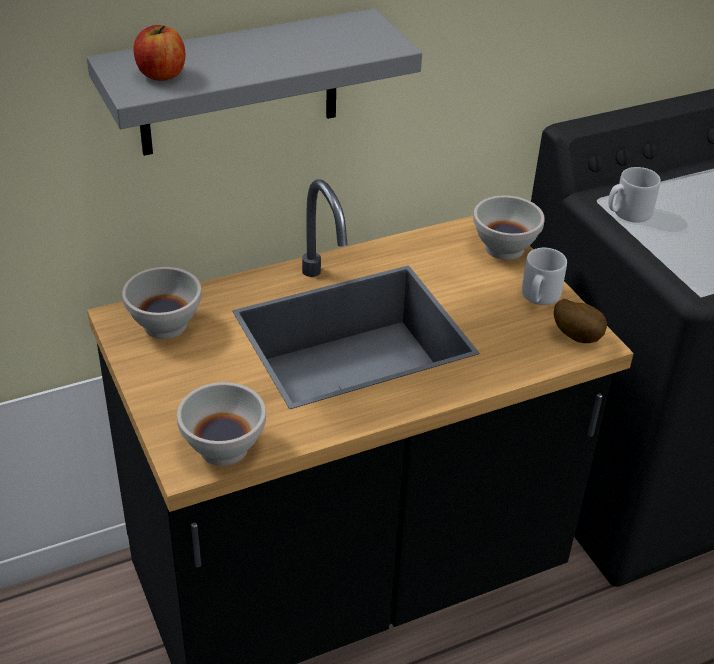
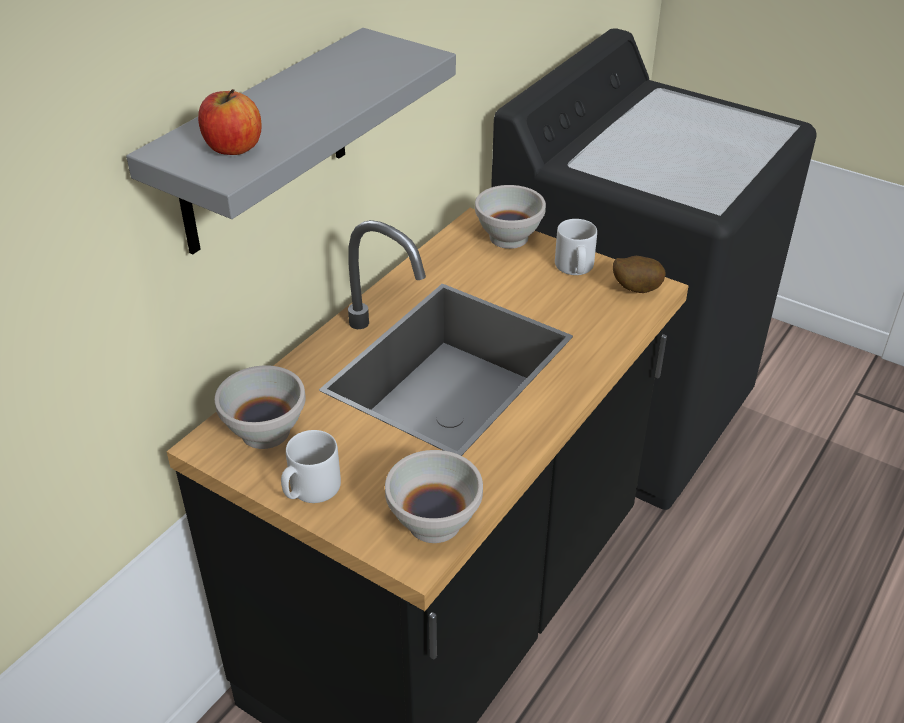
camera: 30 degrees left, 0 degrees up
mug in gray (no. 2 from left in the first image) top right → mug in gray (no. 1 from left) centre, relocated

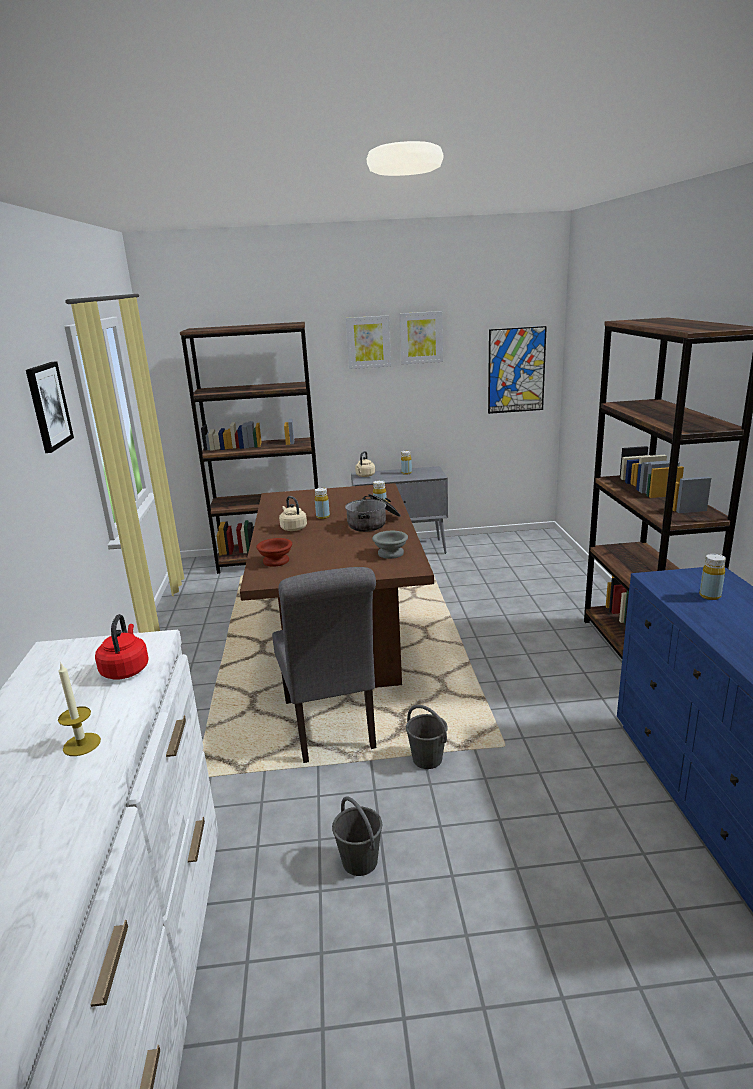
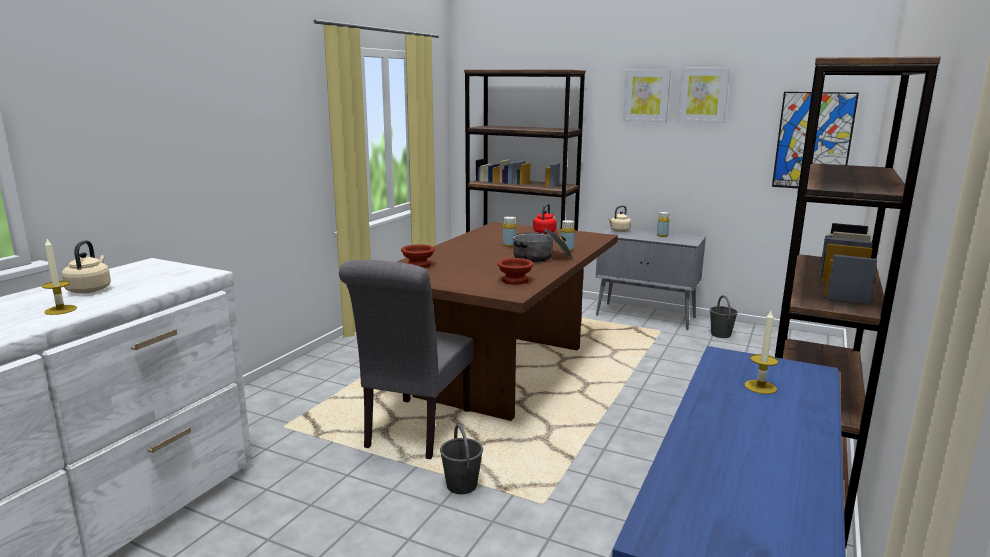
camera: 30 degrees right, 5 degrees down
wall picture (no. 1 from left) middle left → -
tea kettle in red middle left → tea kettle in red centre, relocated
tea kettle in beige-coloured (no. 1 from left) centre → tea kettle in beige-coloured (no. 1 from left) middle left, relocated
water bucket in gray (no. 1 from left in the first image) bottom centre → water bucket in gray (no. 2 from left) middle right, relocated
bowl in gray centre → bowl in brownish (no. 2 from left) centre
bottle in yellow (no. 4 from left) middle right → candle (no. 2 from left) middle right

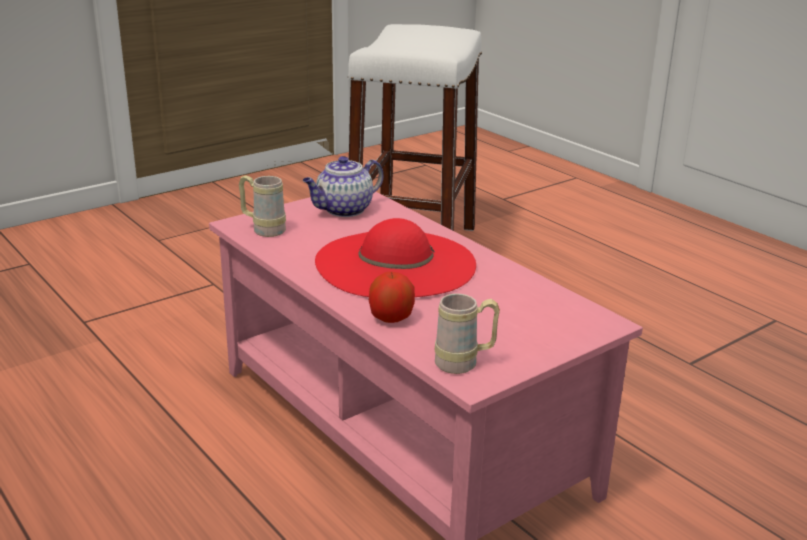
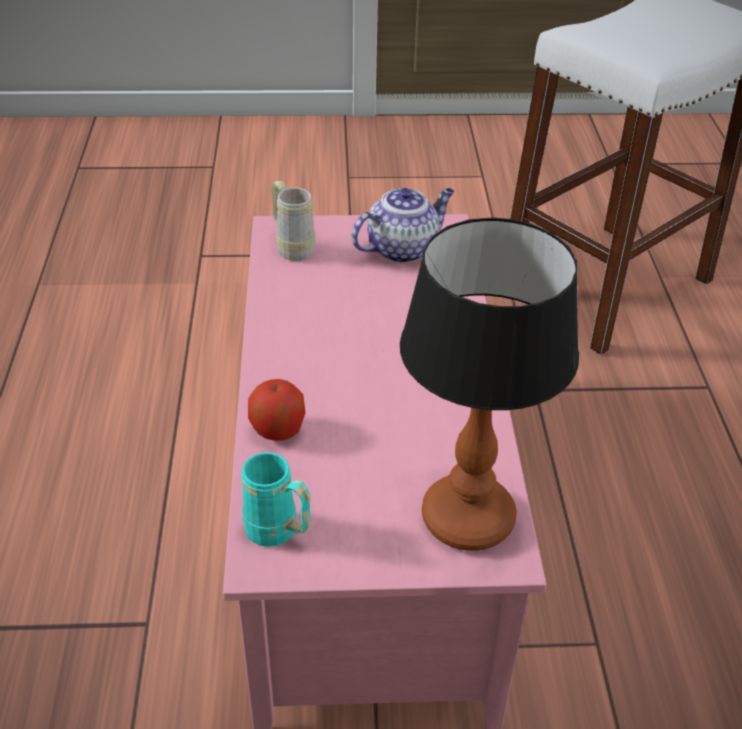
camera: 35 degrees right, 15 degrees up
teapot centre → teapot top centre, 150 degrees clockwise
wearable hat in red centre → -
mug in beige-coloured (no. 2 from left) centre → mug in turquoise-coloured bottom centre
- → lamp for a table centre

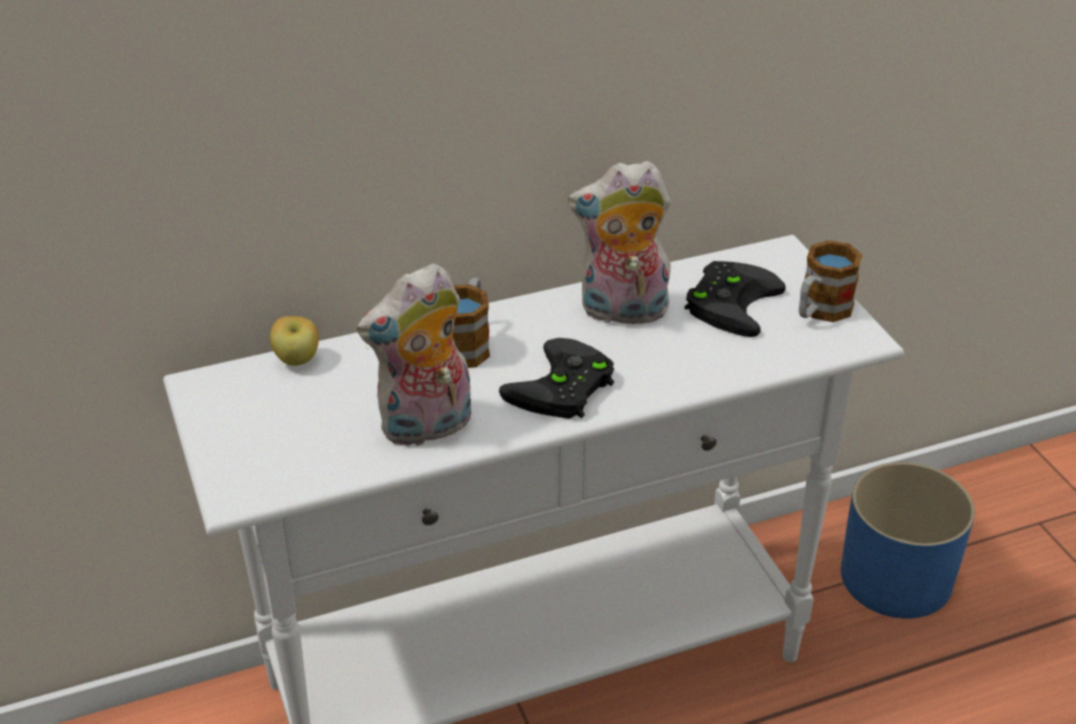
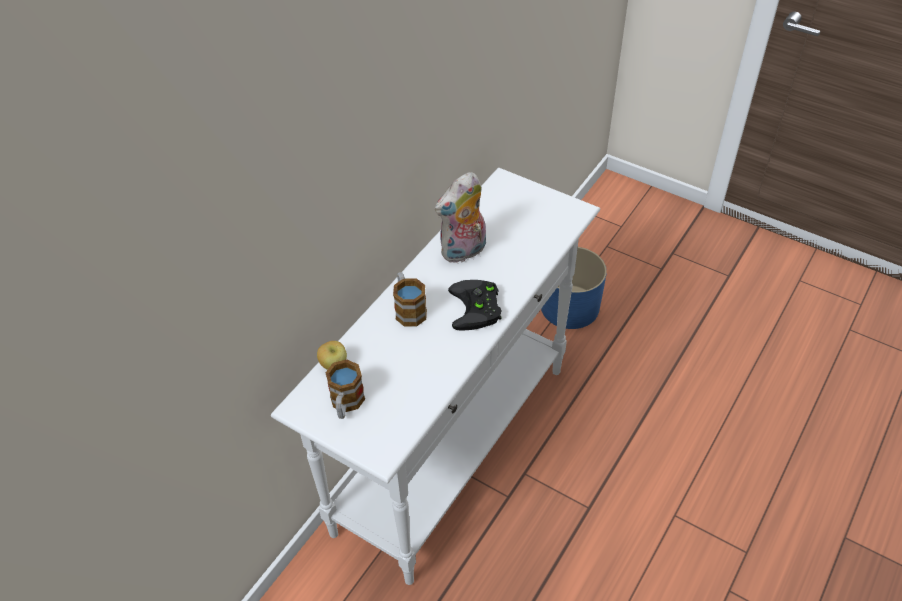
camera: 35 degrees left, 10 degrees up
cuddly toy (no. 1 from left) centre → -
game controller in black-coloured (no. 2 from left) middle right → -
mug (no. 2 from left in the first image) middle right → mug (no. 1 from left) centre, relocated

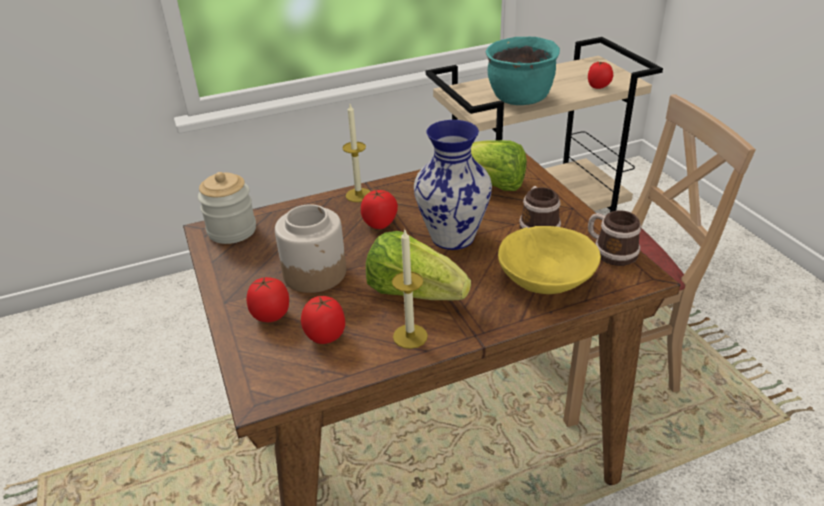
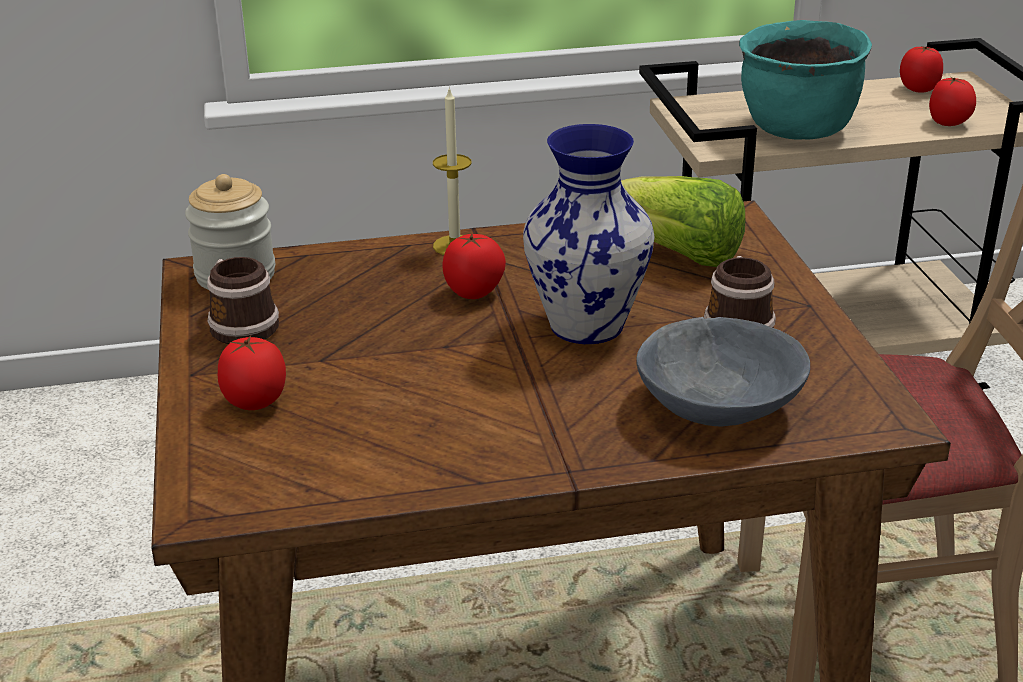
camera: 10 degrees right, 5 degrees down
preserve jar (no. 2 from left) centre → -
fresh tomato (no. 2 from left in the first image) centre → fresh tomato (no. 3 from left) top right, relocated
head of lettuce (no. 1 from left) centre → -
candle (no. 2 from left) centre → -
bowl in yellow centre → bowl in gray middle right
mug (no. 2 from left in the first image) middle right → mug (no. 1 from left) middle left, relocated

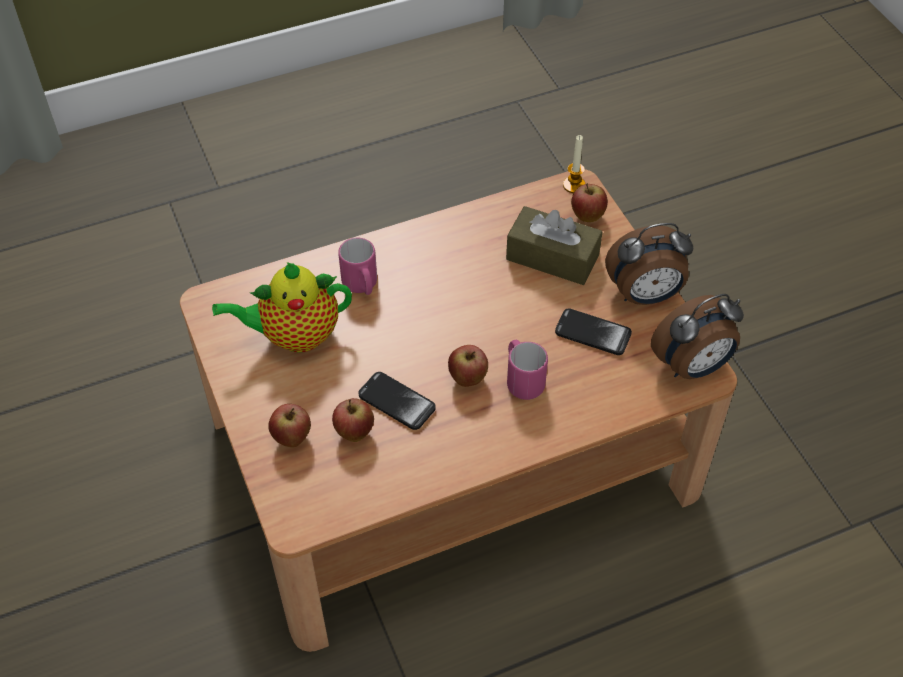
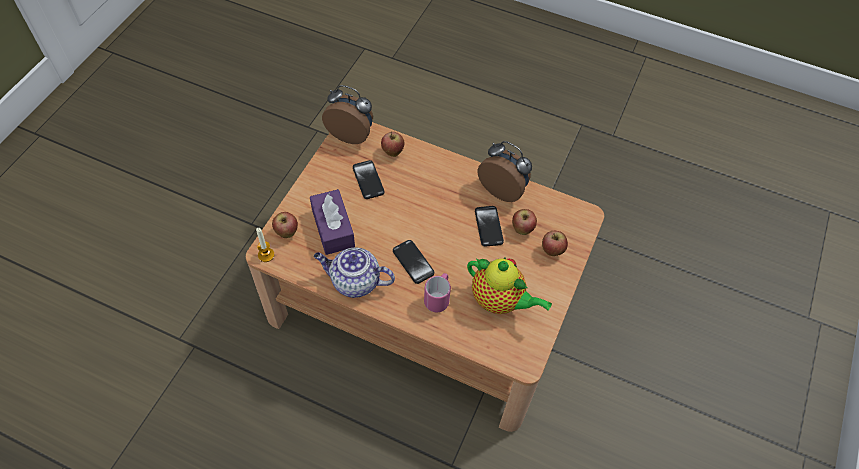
camera: 135 degrees left, 5 degrees up
apple fruit (no. 3 from left in the first image) centre → apple fruit (no. 2 from left) top centre, relocated
tissue holder in brownish centre → tissue holder in purple centre
mug in pink (no. 2 from left) centre → -
table clock (no. 1 from left in the first image) middle right → table clock (no. 2 from left) centre, relocated
- → teapot (no. 1 from left) centre
- → phone (no. 2 from left) centre

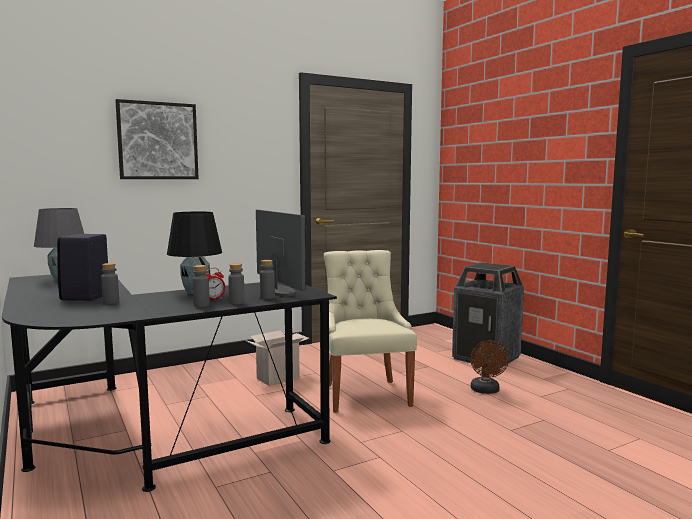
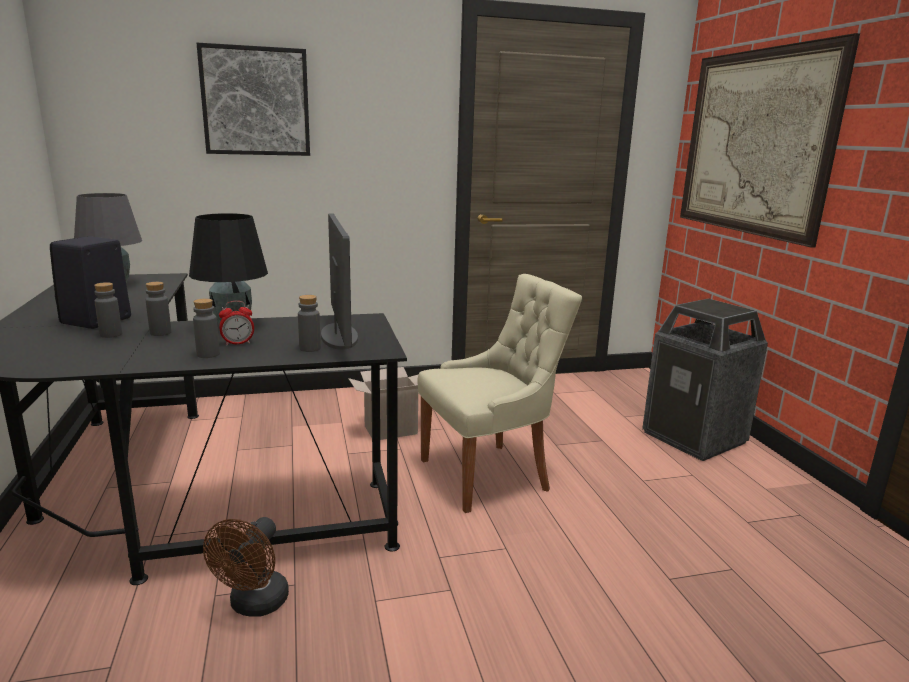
camera: 15 degrees right, 10 degrees up
bottle in gray (no. 3 from left in the first image) centre → bottle in gray (no. 2 from left) middle left, relocated
upright chair in beige-coloured centre, 60 degrees clockwise
fan in brownish bottom right → fan in brownish bottom left, relocated
- → wall picture (no. 2 from left) top right

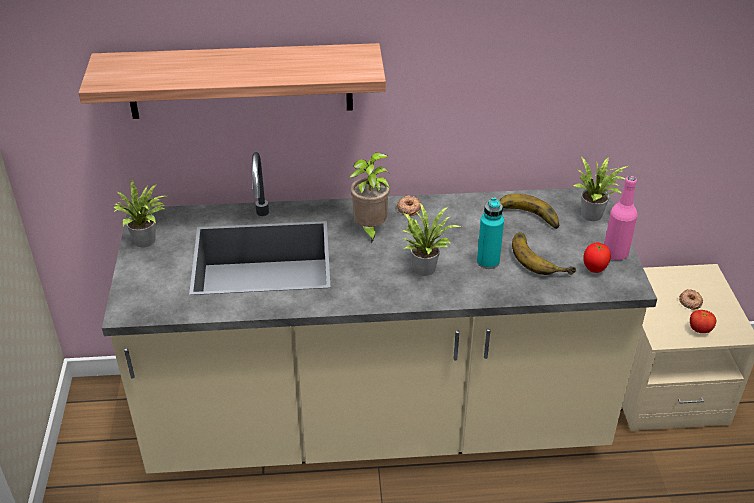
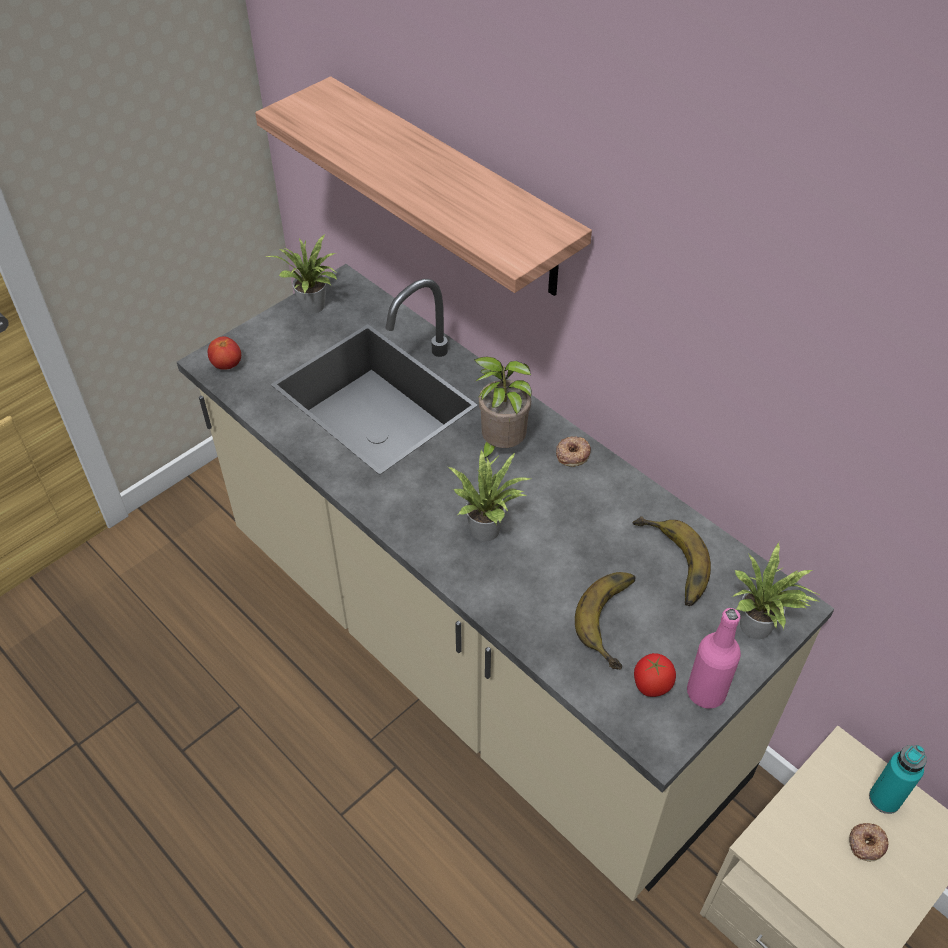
camera: 50 degrees right, 10 degrees up
bottle in turquoise-coloured centre → bottle in turquoise-coloured bottom right, relocated
fresh tomato (no. 2 from left in the first image) middle right → fresh tomato (no. 1 from left) middle left, relocated

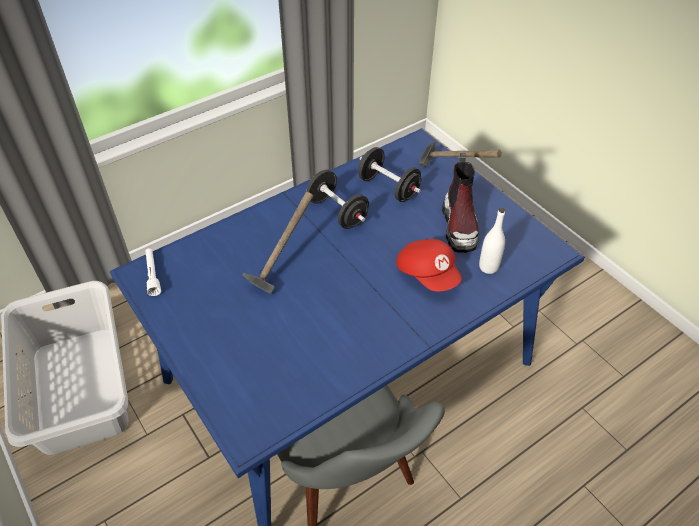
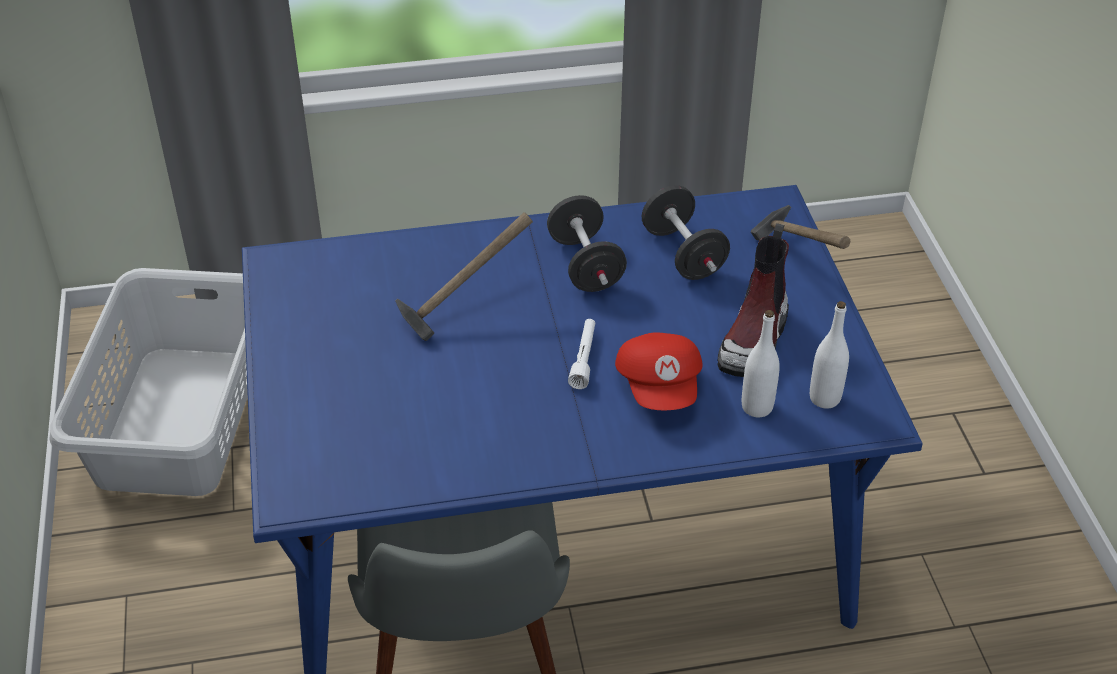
camera: 25 degrees right, 5 degrees down
hand torch in white-coloured middle left → hand torch in white-coloured centre, relocated
- → bottle in white-coloured (no. 2 from left) middle right

